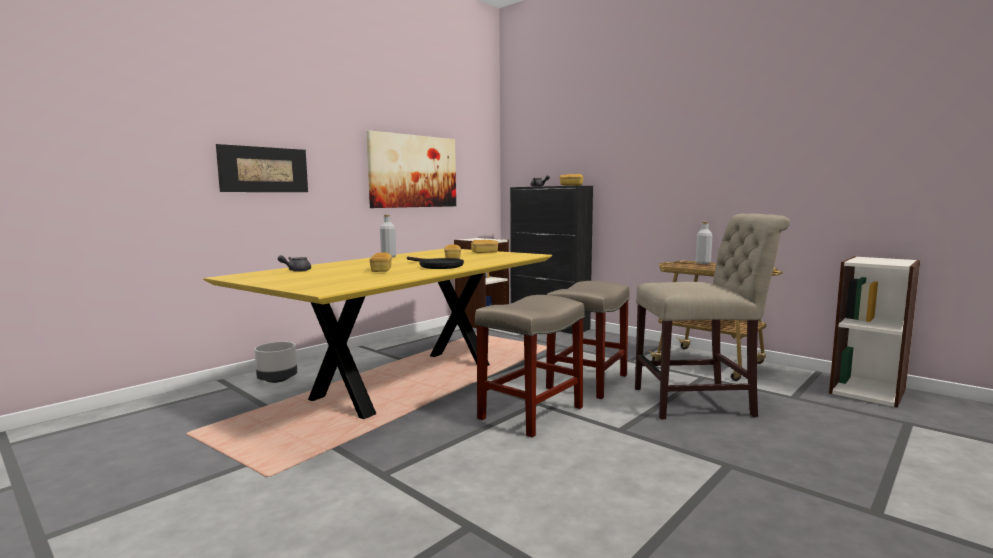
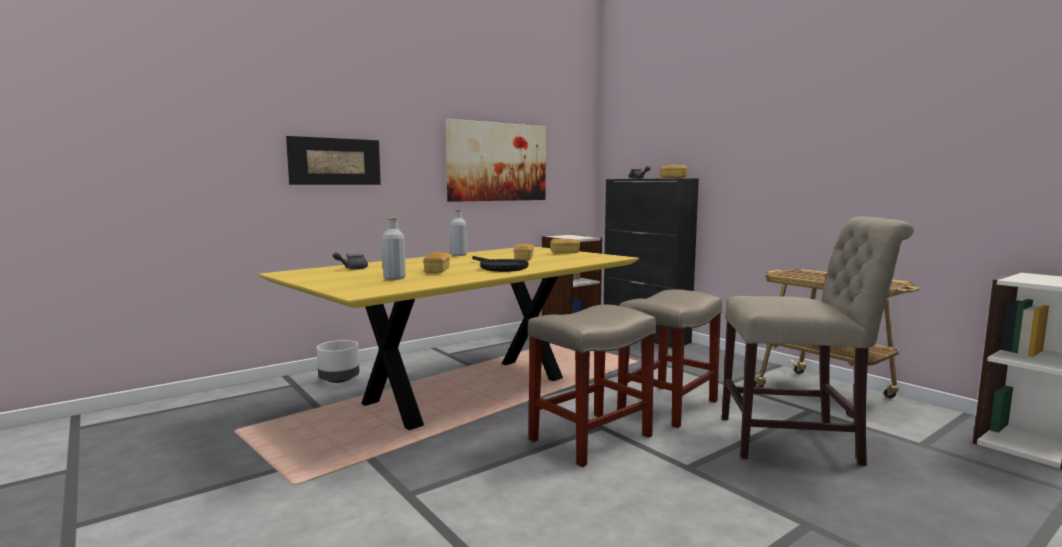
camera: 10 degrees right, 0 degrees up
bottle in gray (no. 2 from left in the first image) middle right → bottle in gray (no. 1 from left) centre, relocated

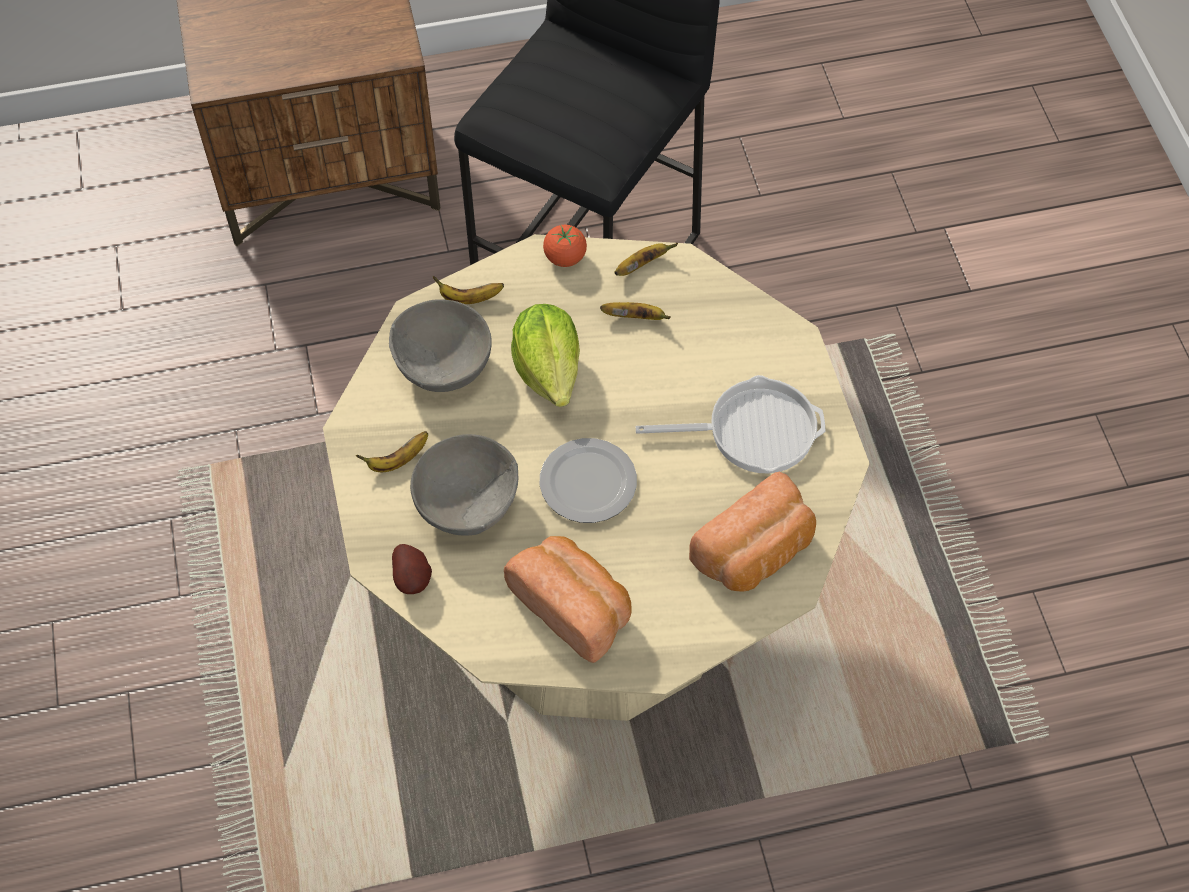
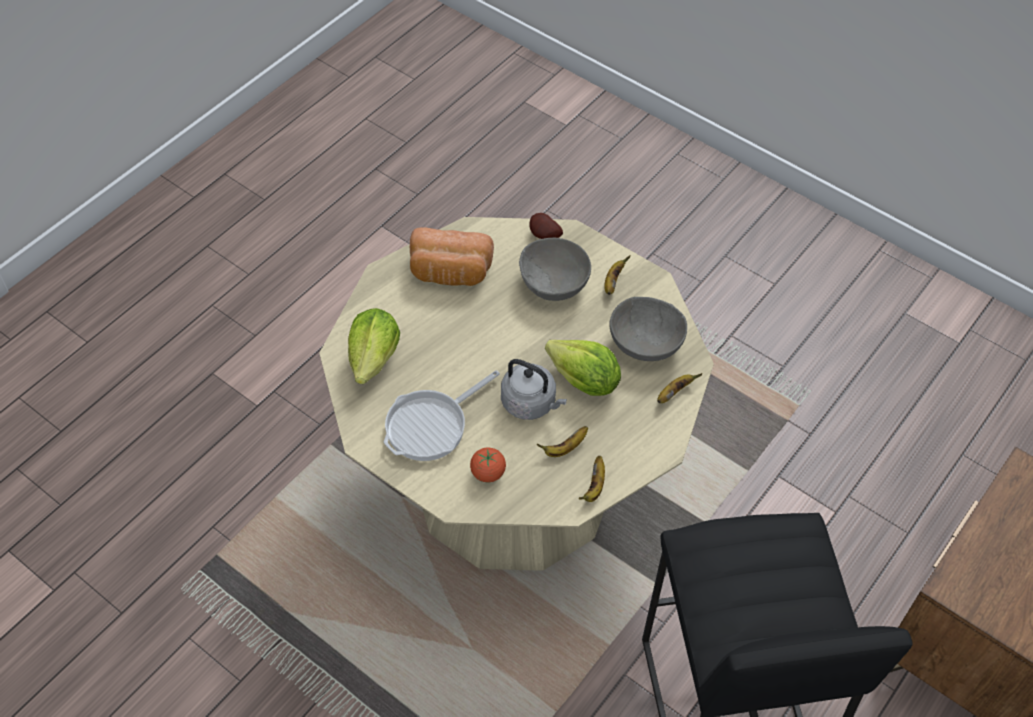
camera: 140 degrees right, 5 degrees down
plate centre → -
fresh tomato top centre → fresh tomato centre, relocated
bakery bread (no. 2 from left) centre → head of lettuce (no. 1 from left) centre
- → tea kettle in gray centre

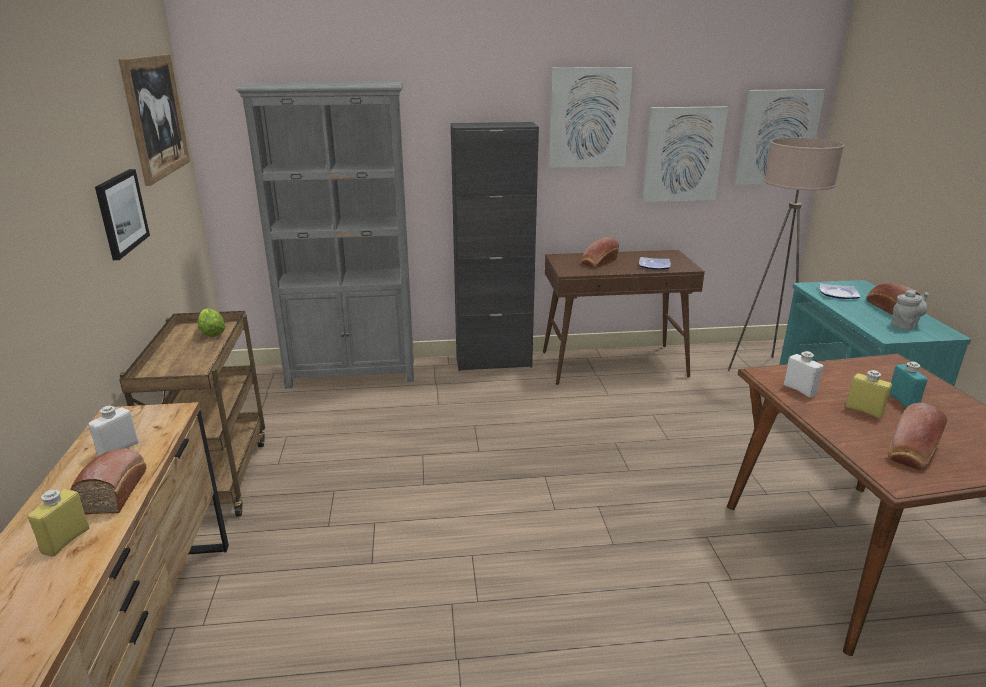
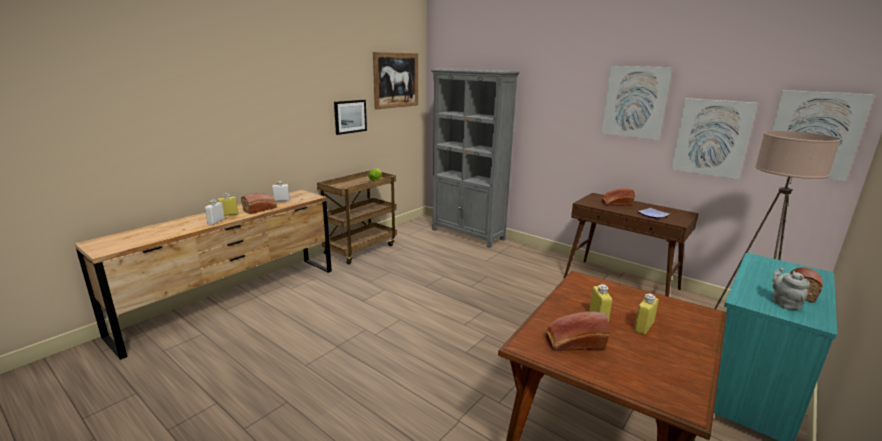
camera: 45 degrees right, 5 degrees down
cabinet in black-coloured centre → -
bottle in white-coloured (no. 2 from left in the first image) middle right → bottle in white-coloured (no. 1 from left) middle left, relocated
plate (no. 2 from left) middle right → -
bottle in turquoise-coloured middle right → bottle in yellow (no. 3 from left) bottom right
teapot in gray middle right, 105 degrees counterclockwise

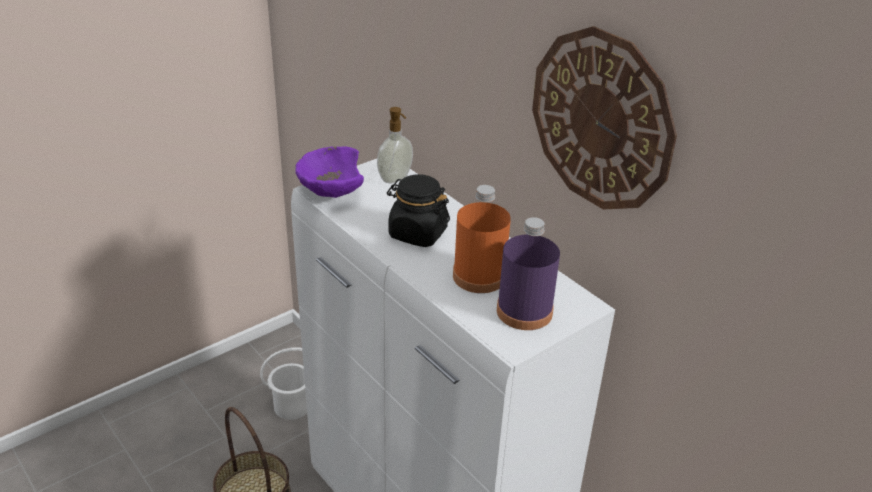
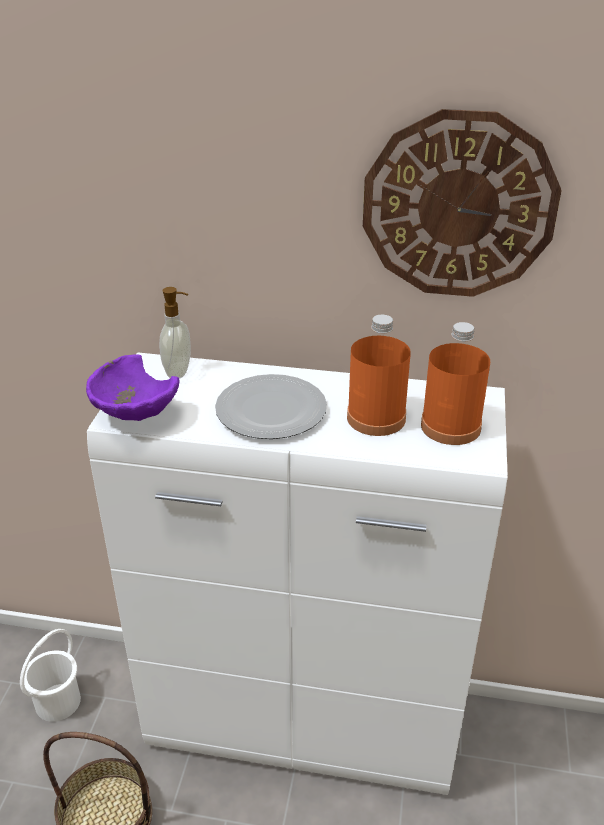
camera: 40 degrees left, 0 degrees up
preserve jar in black-coloured centre → plate centre
bottle in purple centre → bottle in orange-coloured (no. 2 from left) middle right

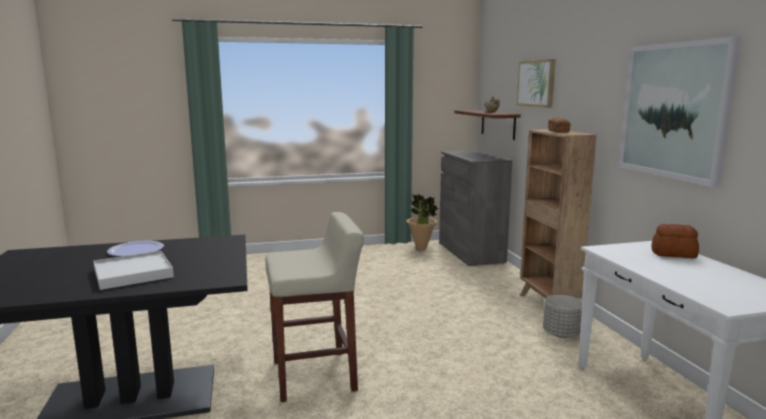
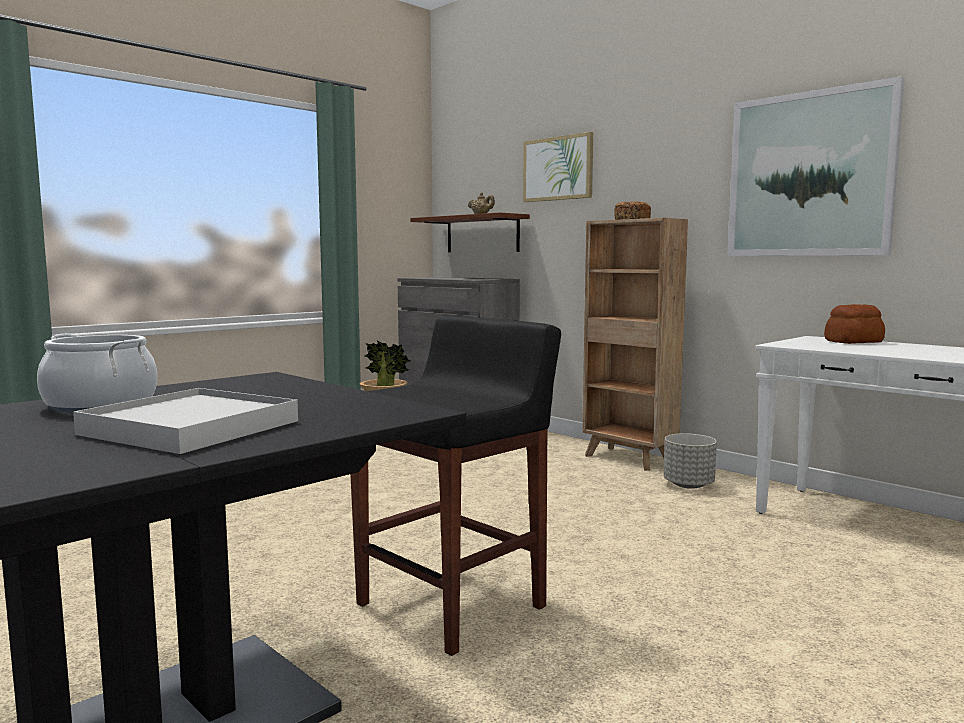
camera: 30 degrees left, 5 degrees down
plate middle left → stockpot middle left
sitting stool in beige-coloured bottom centre → sitting stool in black-coloured bottom centre

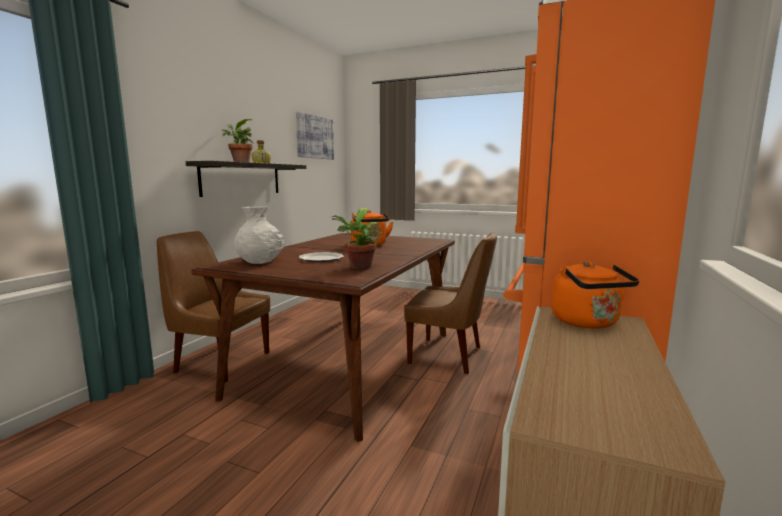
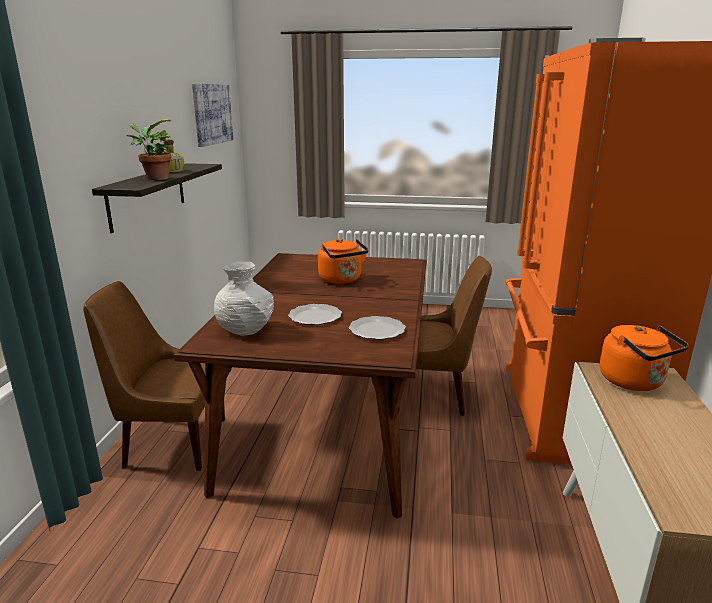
camera: 15 degrees left, 10 degrees up
houseplant (no. 2 from left) centre → plate (no. 2 from left) centre

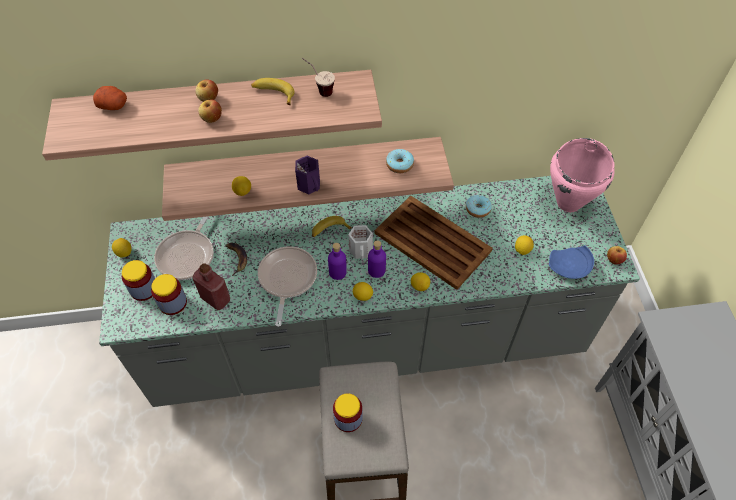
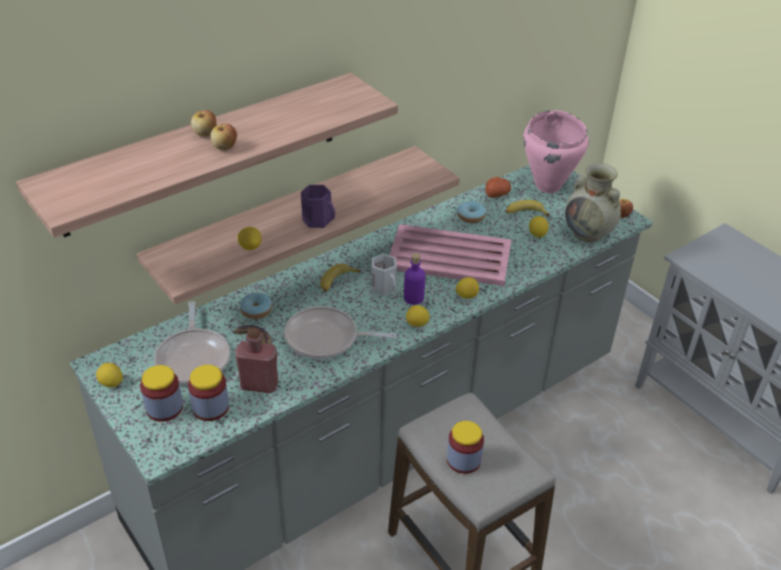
camera: 30 degrees left, 15 degrees down
whole potato top left → whole potato top centre, relocated
banana (no. 2 from left in the first image) top centre → banana (no. 3 from left) middle right, relocated
skillet (no. 2 from left) centre, 60 degrees counterclockwise
small cup top centre → -
bottle in purple (no. 1 from left) centre → -
carrying tray in brownish centre → carrying tray in pink centre
doughnut (no. 1 from left) top centre → doughnut (no. 1 from left) middle left, relocated
plate in bluish middle right → vase in beige-coloured middle right

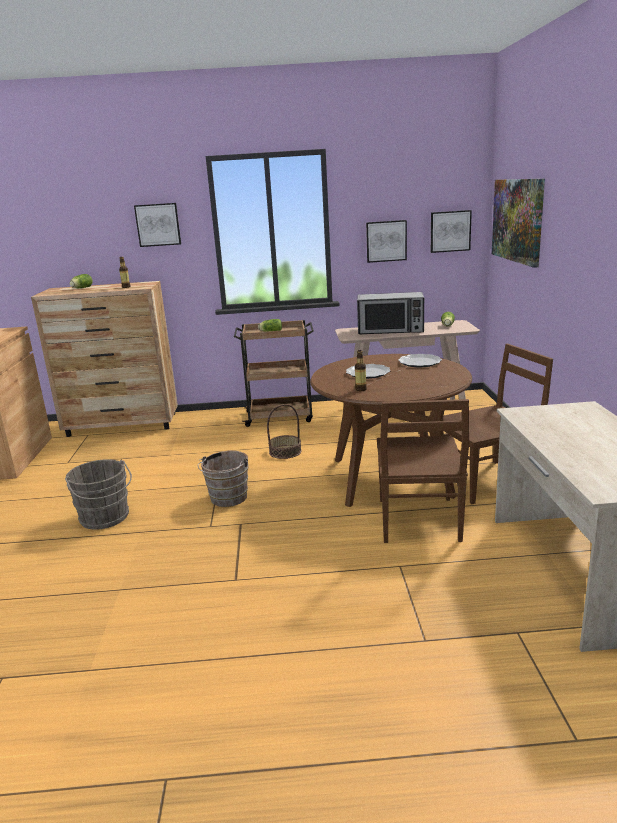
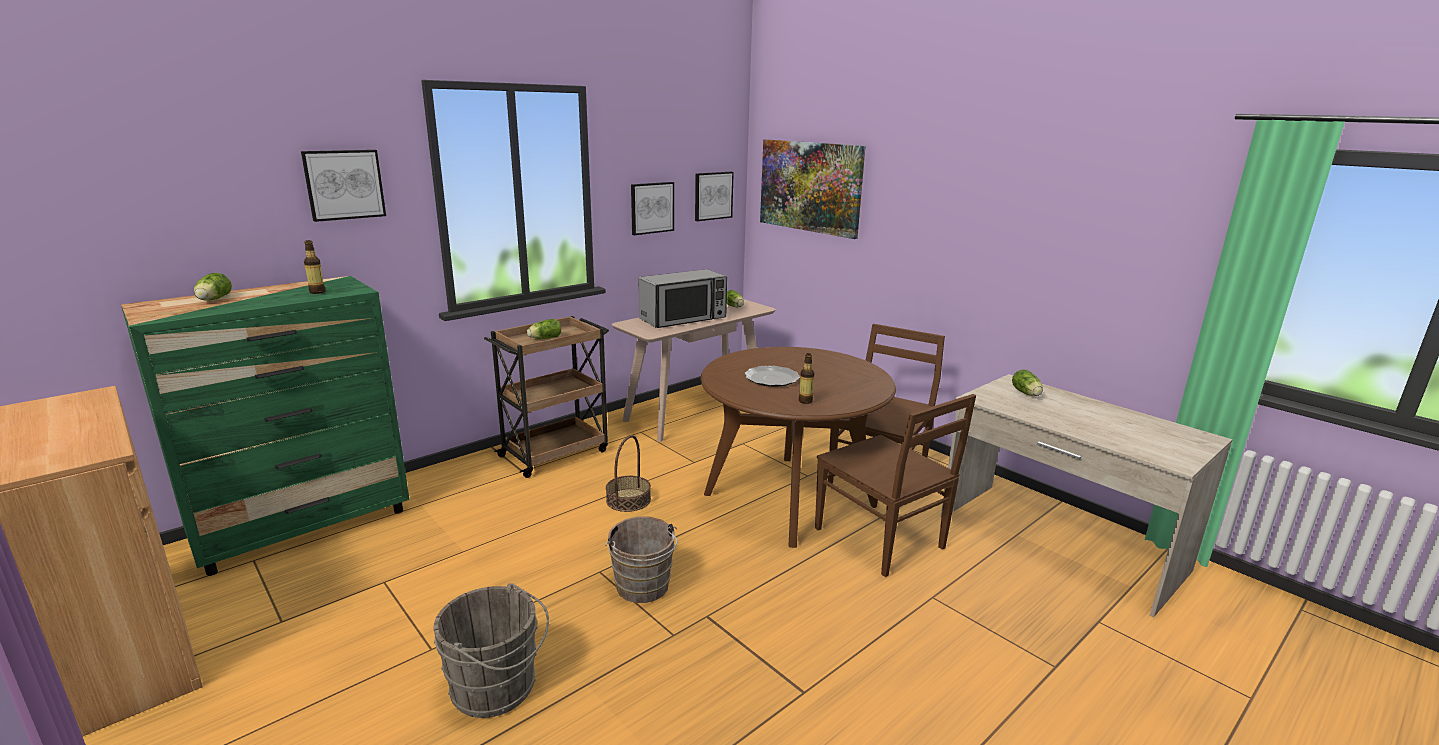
camera: 40 degrees left, 0 degrees up
chest of drawers in brownish middle left → chest of drawers in green-coloured middle left
plate (no. 2 from left) middle right → -
- → head of lettuce (no. 4 from left) middle right

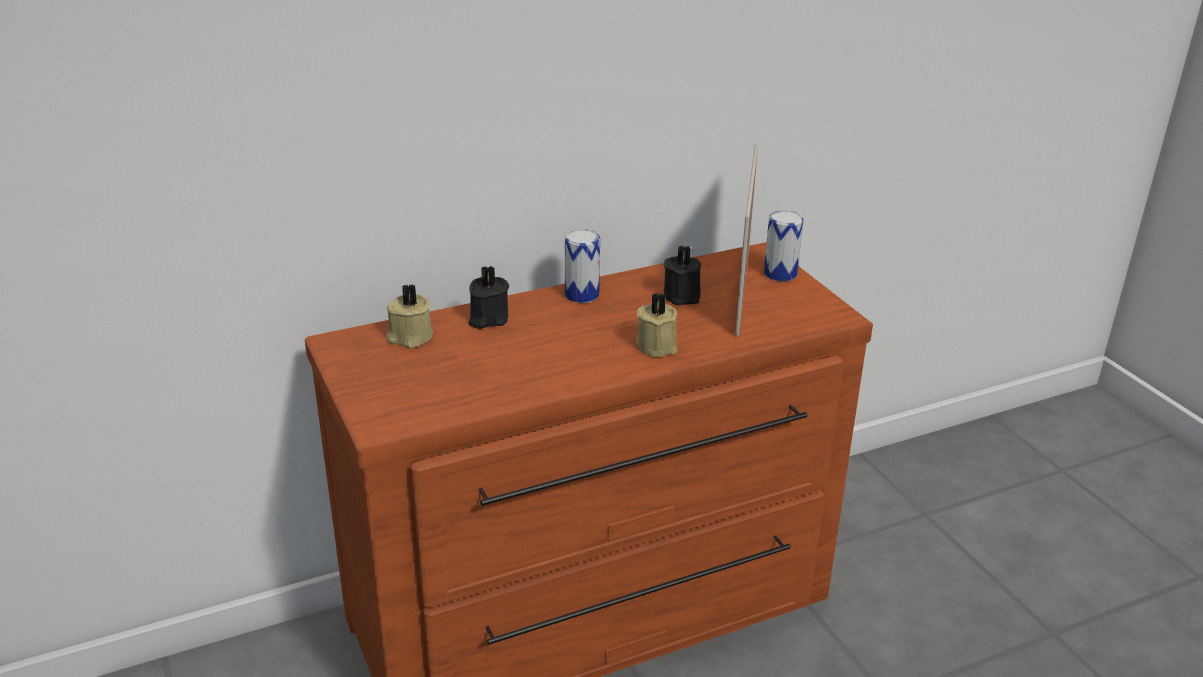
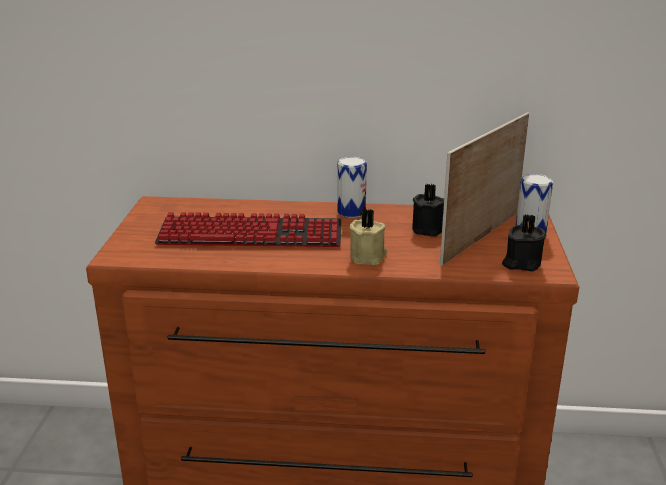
camera: 30 degrees right, 5 degrees down
candle in beige-coloured (no. 1 from left) centre → -
candle in black-coloured (no. 1 from left in the first image) centre → candle in black-coloured (no. 2 from left) middle right, relocated
- → computer keyboard centre

